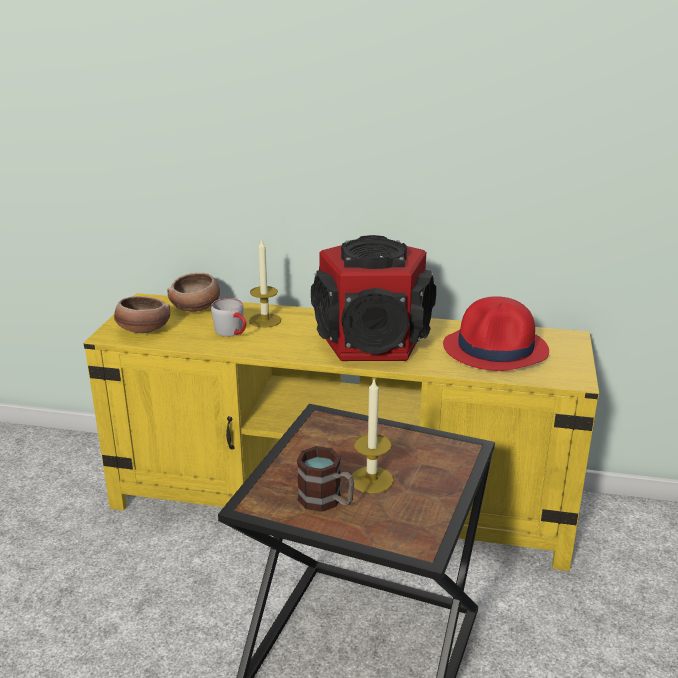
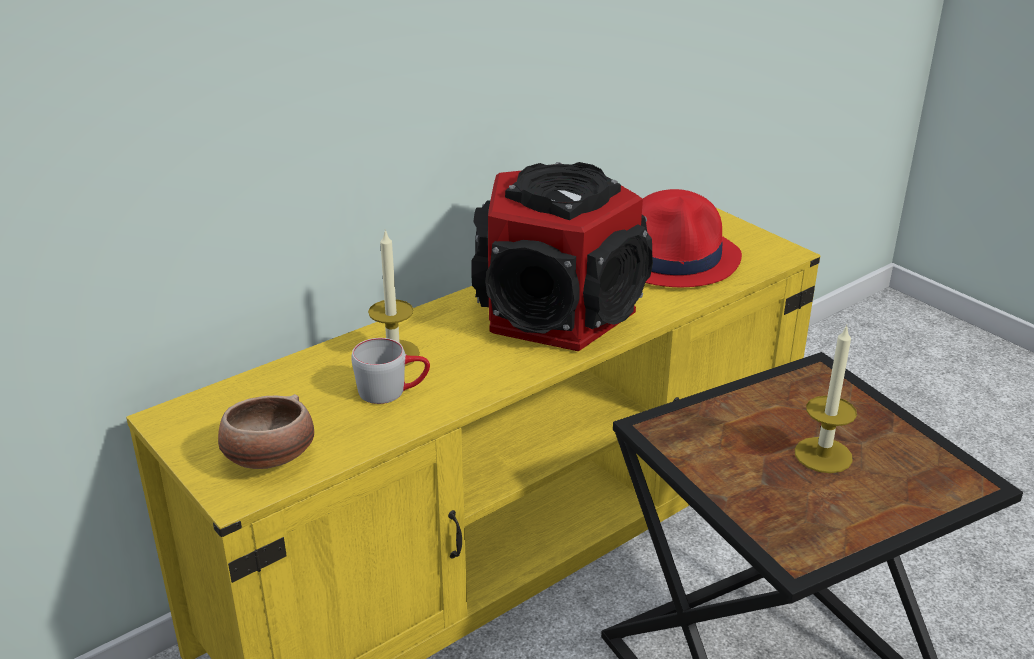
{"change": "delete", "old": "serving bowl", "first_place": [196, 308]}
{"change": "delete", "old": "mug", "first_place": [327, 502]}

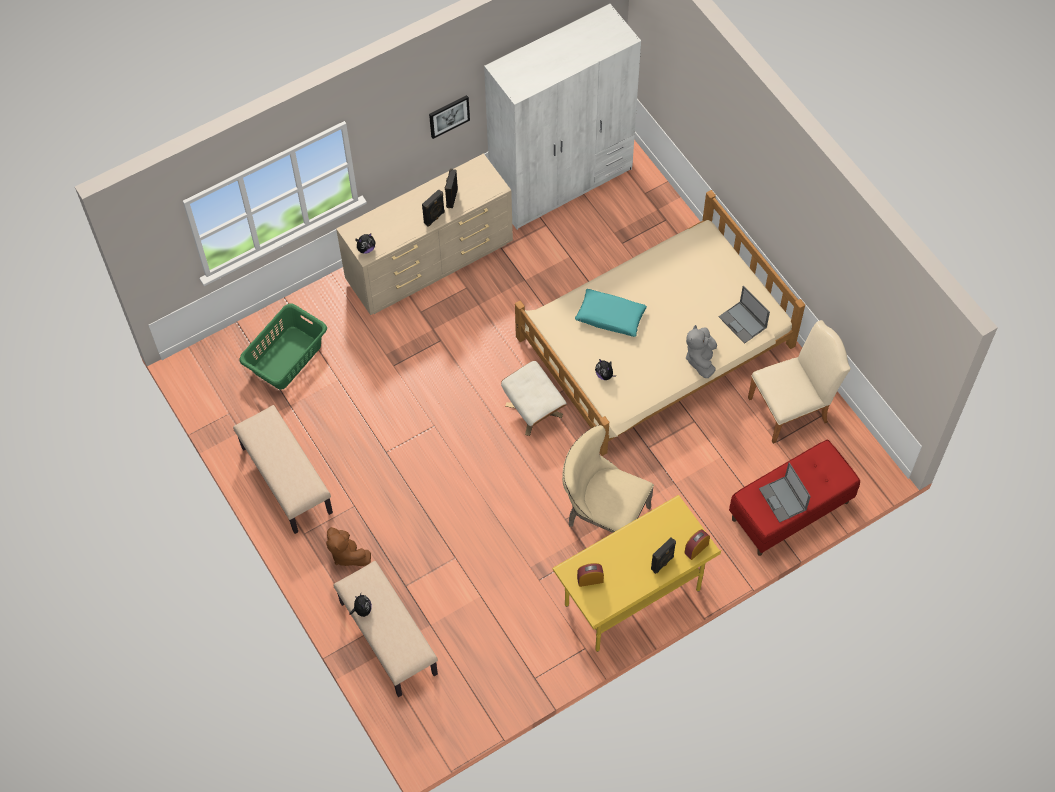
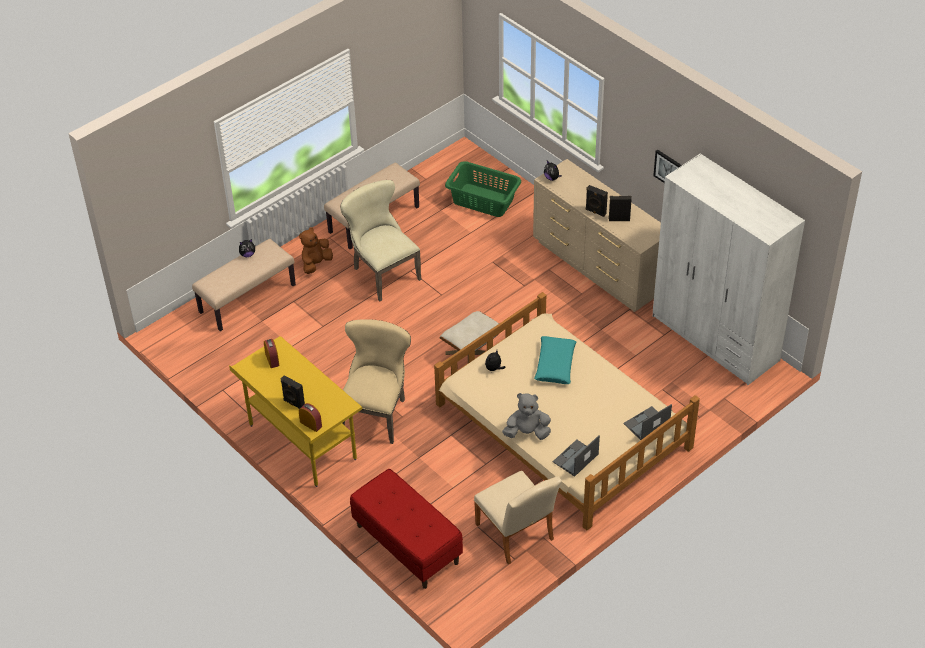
{"change": "insert", "new": "beige-coloured plain chair", "second_place": [382, 272]}
{"change": "move", "old": "laptop", "first_place": [783, 499], "second_place": [646, 424]}

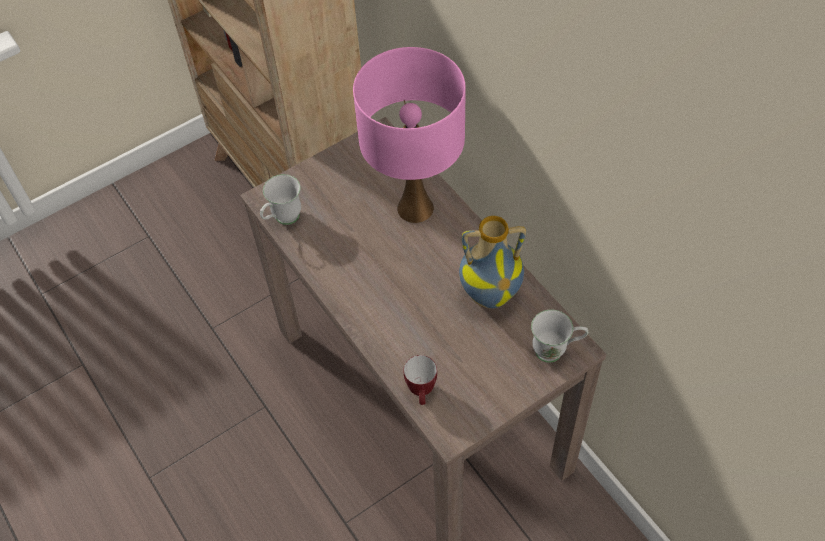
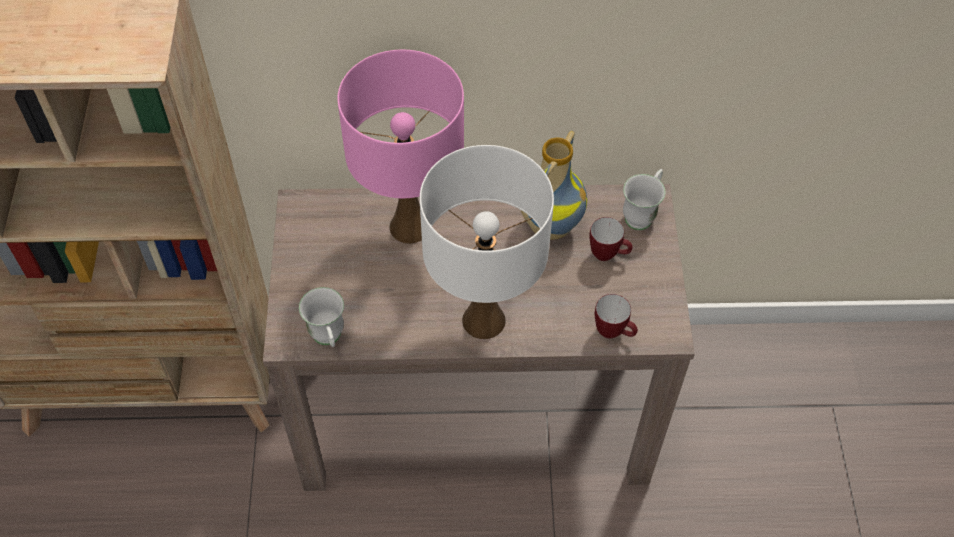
{"change": "insert", "new": "white-coloured tabletop lamp", "second_place": [483, 321]}
{"change": "insert", "new": "mug", "second_place": [608, 255]}

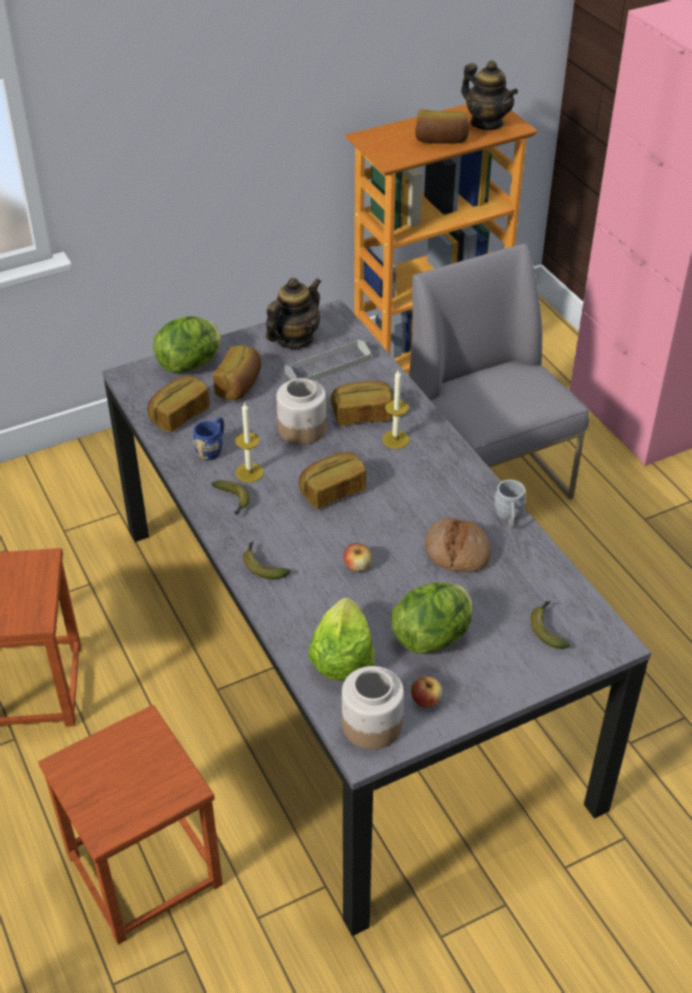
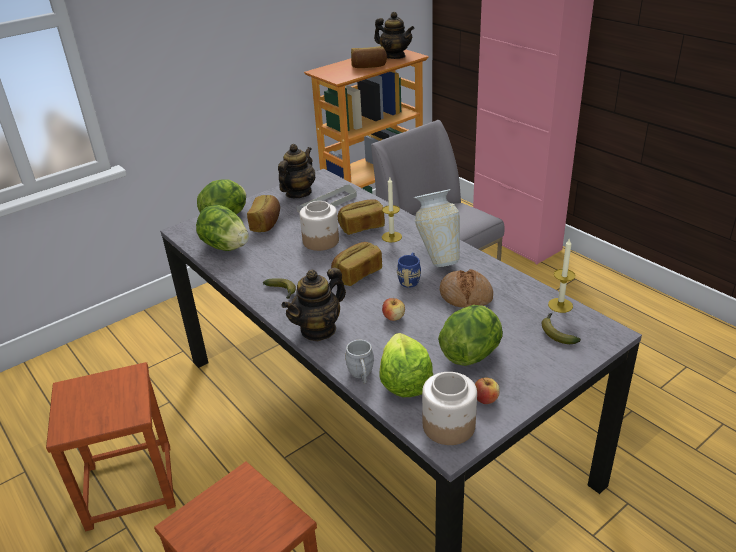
{"change": "insert", "new": "decorative vase", "second_place": [437, 258]}
{"change": "move", "old": "bluish mug", "first_place": [212, 449], "second_place": [410, 279]}
{"change": "move", "old": "wax light", "first_place": [249, 472], "second_place": [560, 305]}
{"change": "move", "old": "greyish mug", "first_place": [508, 518], "second_place": [361, 375]}
{"change": "replace", "old": "bread", "new": "lettuce", "first_place": [179, 415], "second_place": [225, 247]}
{"change": "replace", "old": "whole banana", "new": "teapot", "first_place": [262, 565], "second_place": [318, 329]}

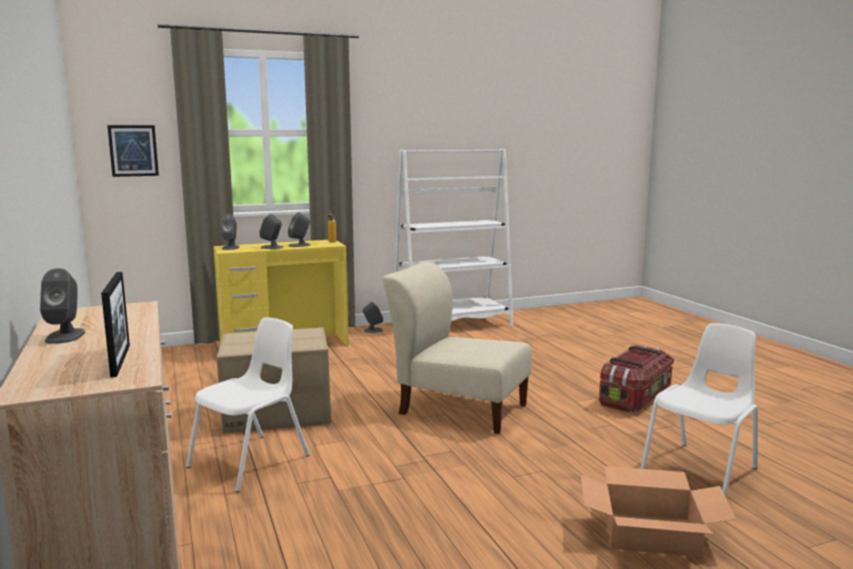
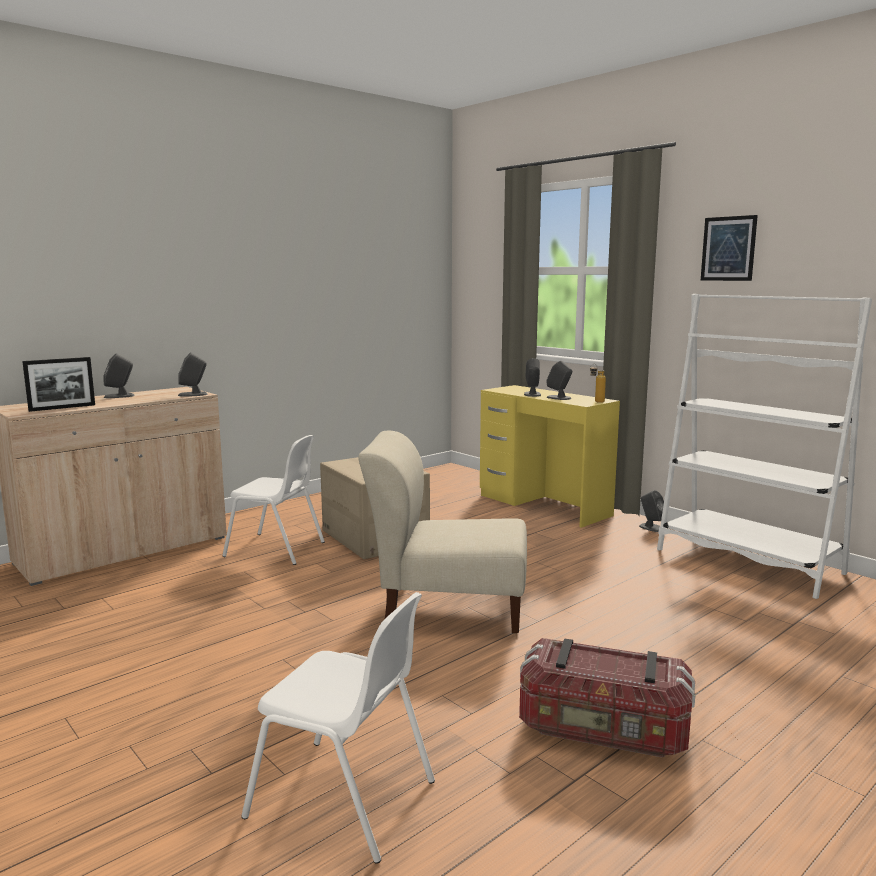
{"change": "delete", "old": "cardboard box", "first_place": [650, 533]}
{"change": "move", "old": "picture", "first_place": [133, 150], "second_place": [728, 248]}
{"change": "move", "old": "greyish speaker", "first_place": [230, 248], "second_place": [193, 394]}
{"change": "rotate", "old": "beige-coloured plain chair", "first_place": [458, 408], "second_place": [447, 607], "degrees": -90}

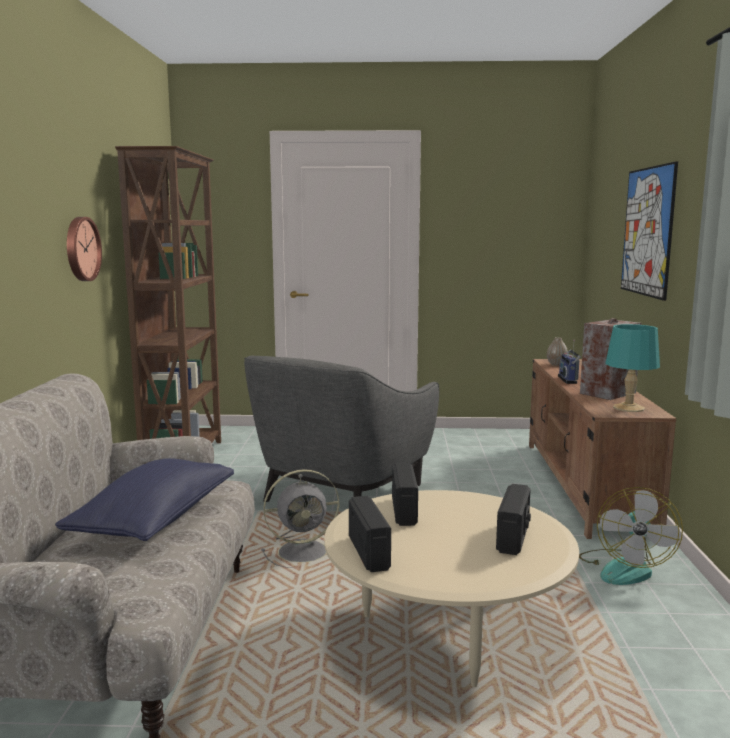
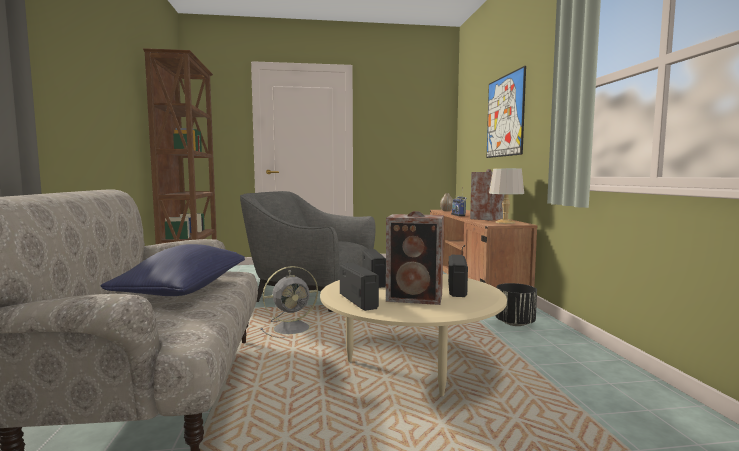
{"change": "delete", "old": "clock on the wall", "first_place": [81, 249]}
{"change": "insert", "new": "speaker", "second_place": [416, 298]}
{"change": "replace", "old": "cooling fan", "new": "black plant pot", "first_place": [624, 568], "second_place": [515, 323]}
{"change": "recolor", "old": "turquoise tabletop lamp", "new": "greyish tabletop lamp", "first_place": [628, 408], "second_place": [505, 222]}
{"change": "rotate", "old": "greyish easy chair", "first_place": [340, 492], "second_place": [310, 295], "degrees": 90}

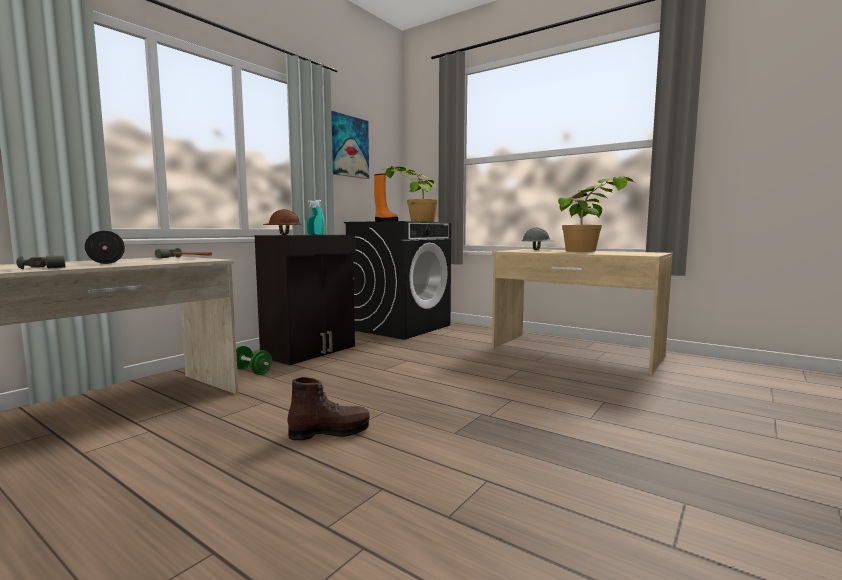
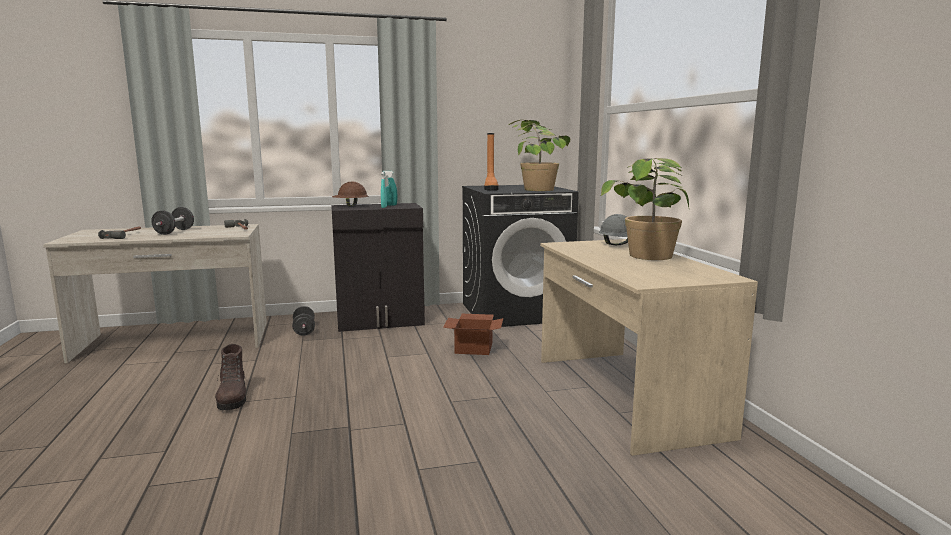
{"change": "delete", "old": "picture", "first_place": [348, 146]}
{"change": "insert", "new": "cardboard box", "second_place": [474, 348]}
{"change": "recolor", "old": "green free weight", "new": "black free weight", "first_place": [252, 371], "second_place": [304, 330]}
{"change": "rotate", "old": "brown high-top boot", "first_place": [330, 432], "second_place": [233, 398], "degrees": 45}

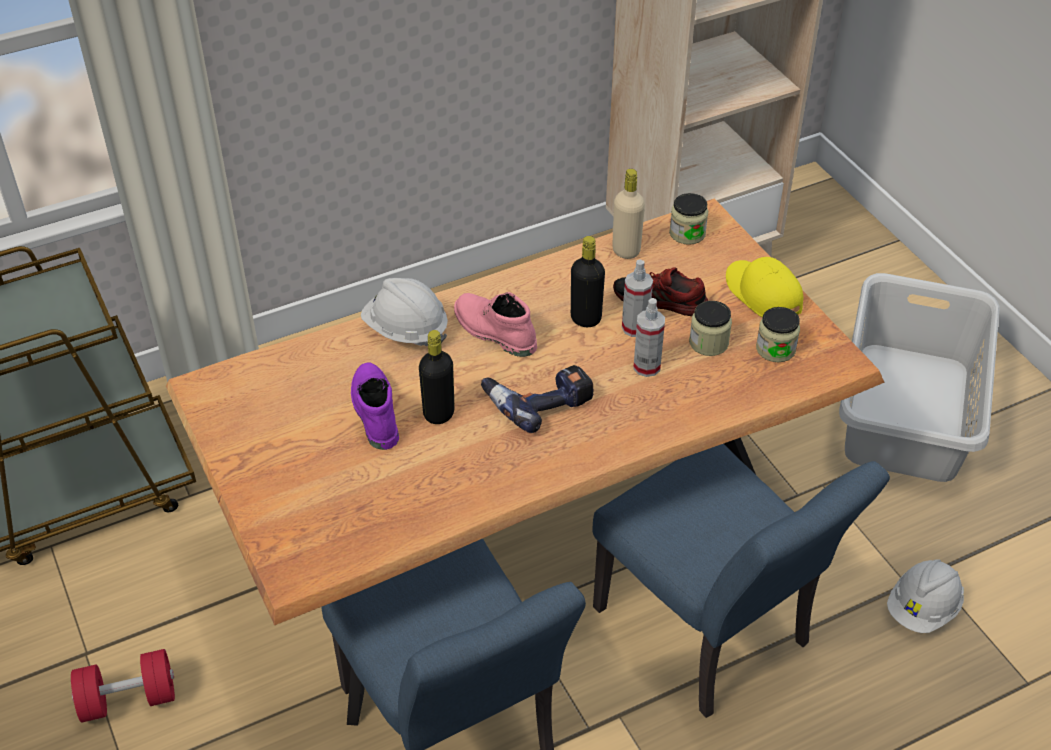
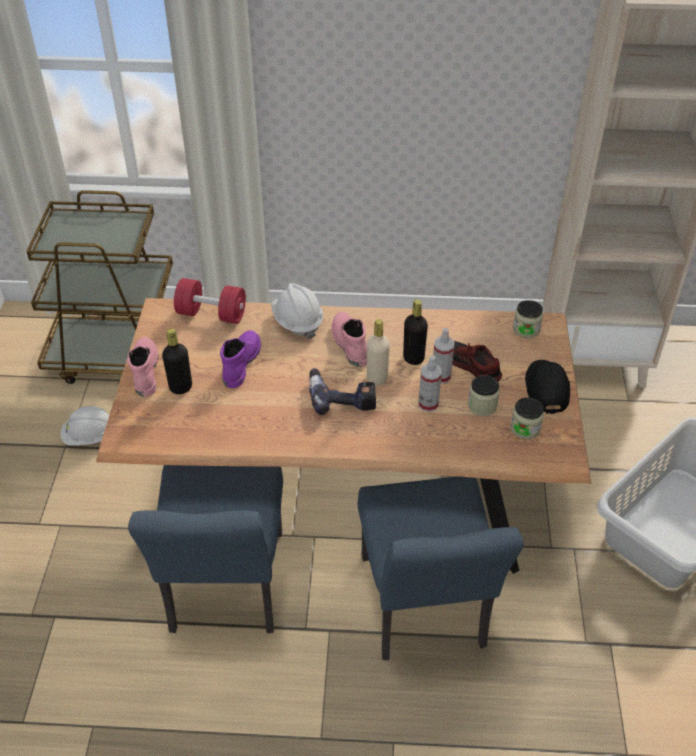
{"change": "insert", "new": "pink-coloured high-top boot", "second_place": [144, 371]}
{"change": "move", "old": "red free weight", "first_place": [128, 699], "second_place": [211, 314]}
{"change": "move", "old": "black bottle", "first_place": [439, 413], "second_place": [181, 387]}
{"change": "move", "old": "beige-coloured bottle", "first_place": [626, 250], "second_place": [377, 378]}
{"change": "move", "old": "white-coloured work helmet", "first_place": [923, 609], "second_place": [90, 437]}
{"change": "recolor", "old": "yellow-coloured peaked cap", "new": "black peaked cap", "first_place": [763, 294], "second_place": [546, 389]}

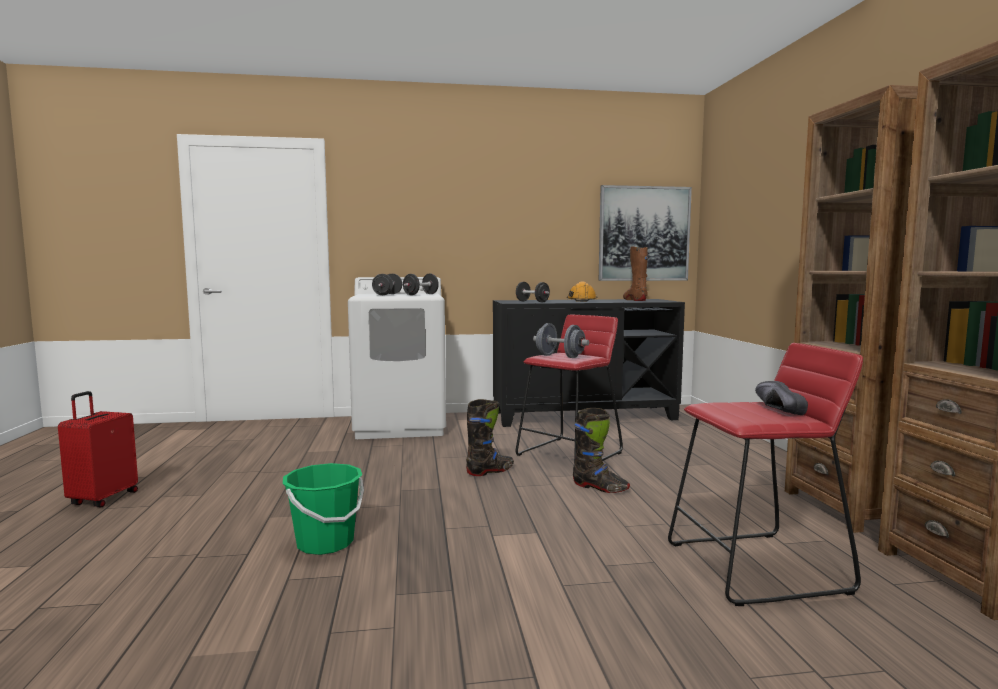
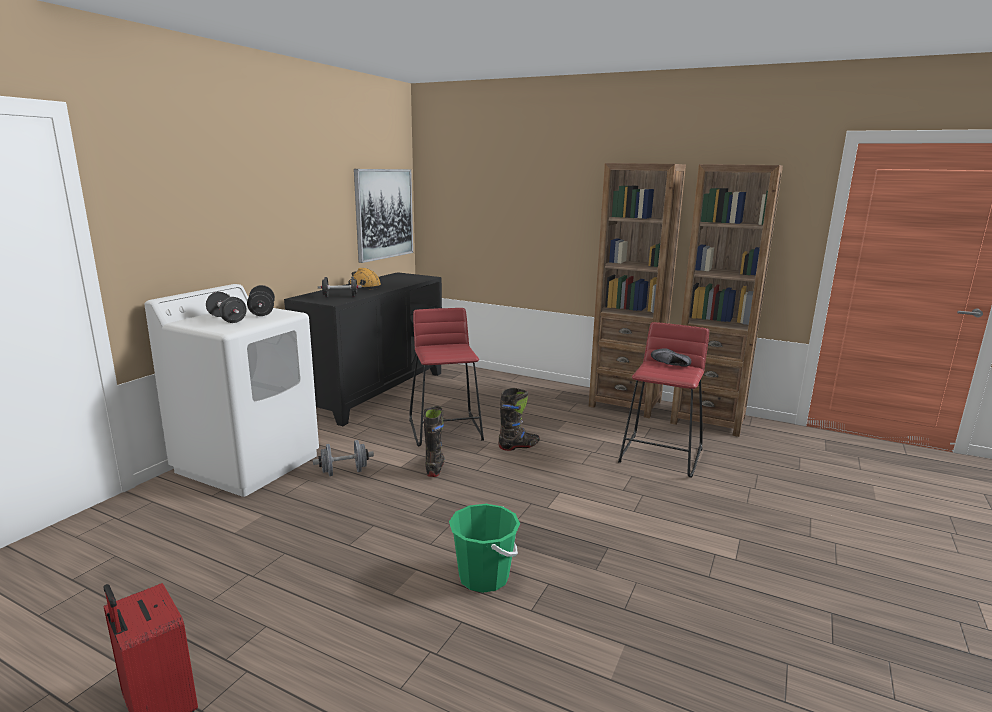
{"change": "delete", "old": "brown high-top boot", "first_place": [635, 300]}
{"change": "move", "old": "greyish free weight", "first_place": [560, 356], "second_place": [344, 472]}

